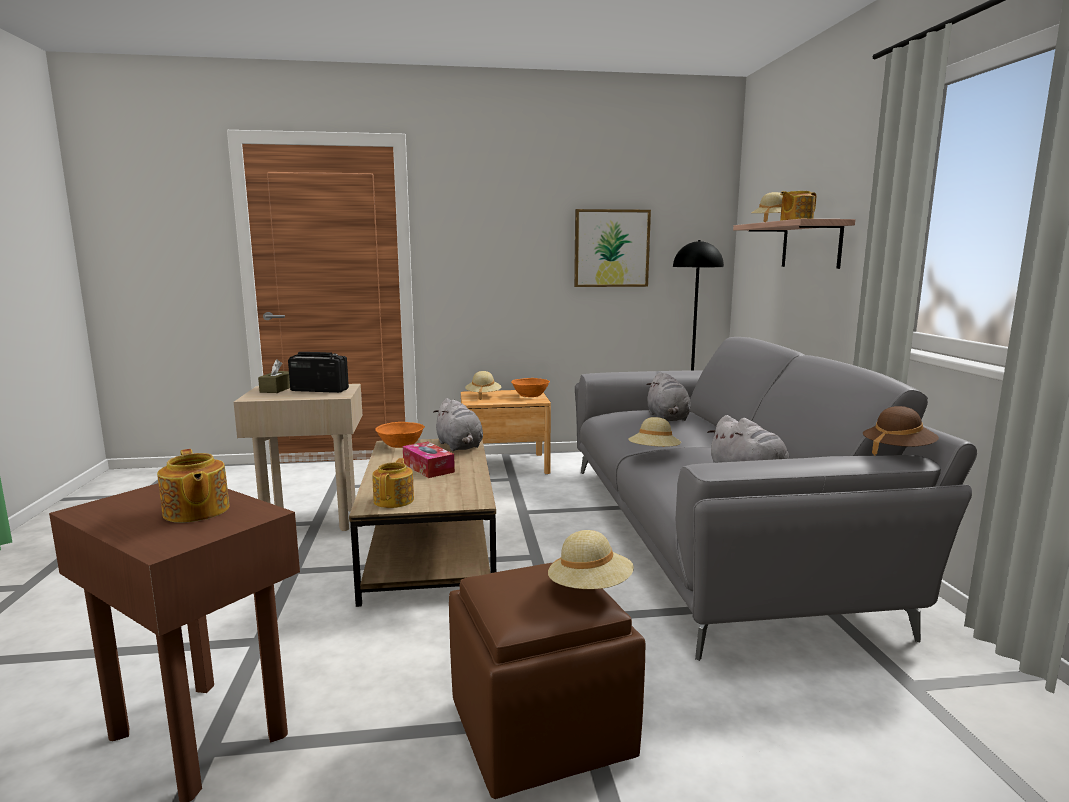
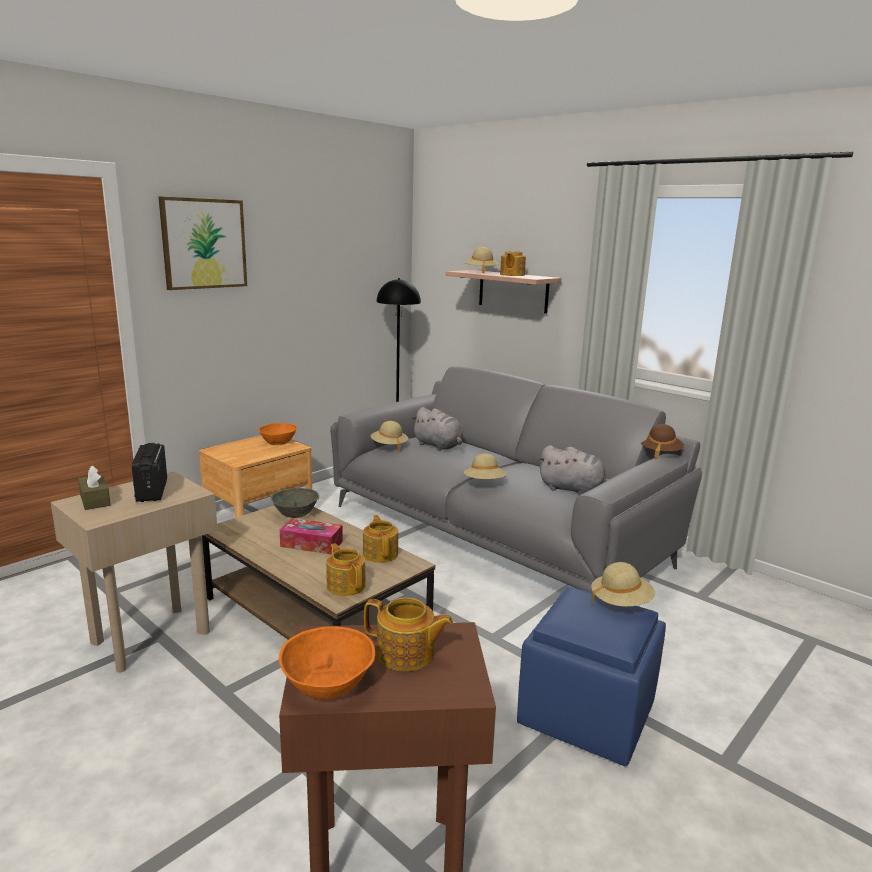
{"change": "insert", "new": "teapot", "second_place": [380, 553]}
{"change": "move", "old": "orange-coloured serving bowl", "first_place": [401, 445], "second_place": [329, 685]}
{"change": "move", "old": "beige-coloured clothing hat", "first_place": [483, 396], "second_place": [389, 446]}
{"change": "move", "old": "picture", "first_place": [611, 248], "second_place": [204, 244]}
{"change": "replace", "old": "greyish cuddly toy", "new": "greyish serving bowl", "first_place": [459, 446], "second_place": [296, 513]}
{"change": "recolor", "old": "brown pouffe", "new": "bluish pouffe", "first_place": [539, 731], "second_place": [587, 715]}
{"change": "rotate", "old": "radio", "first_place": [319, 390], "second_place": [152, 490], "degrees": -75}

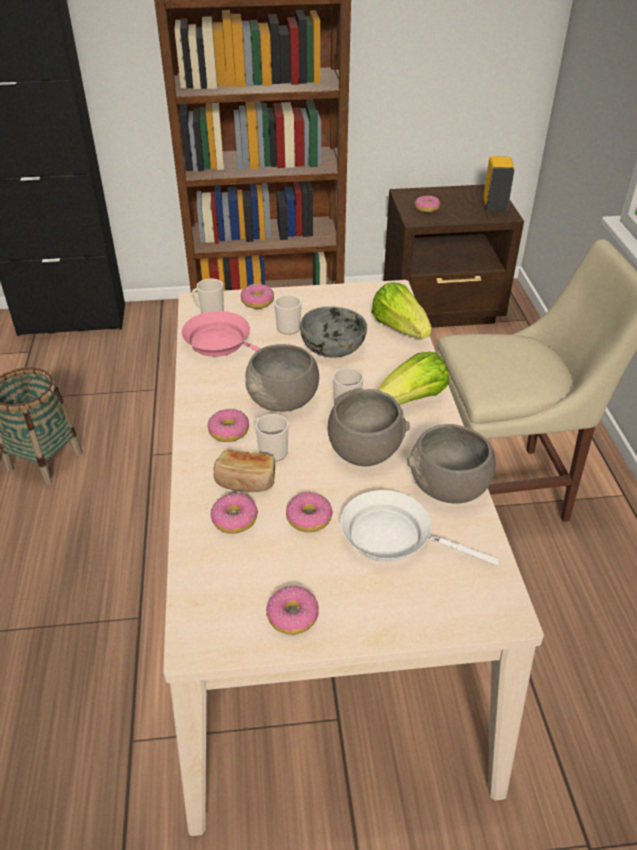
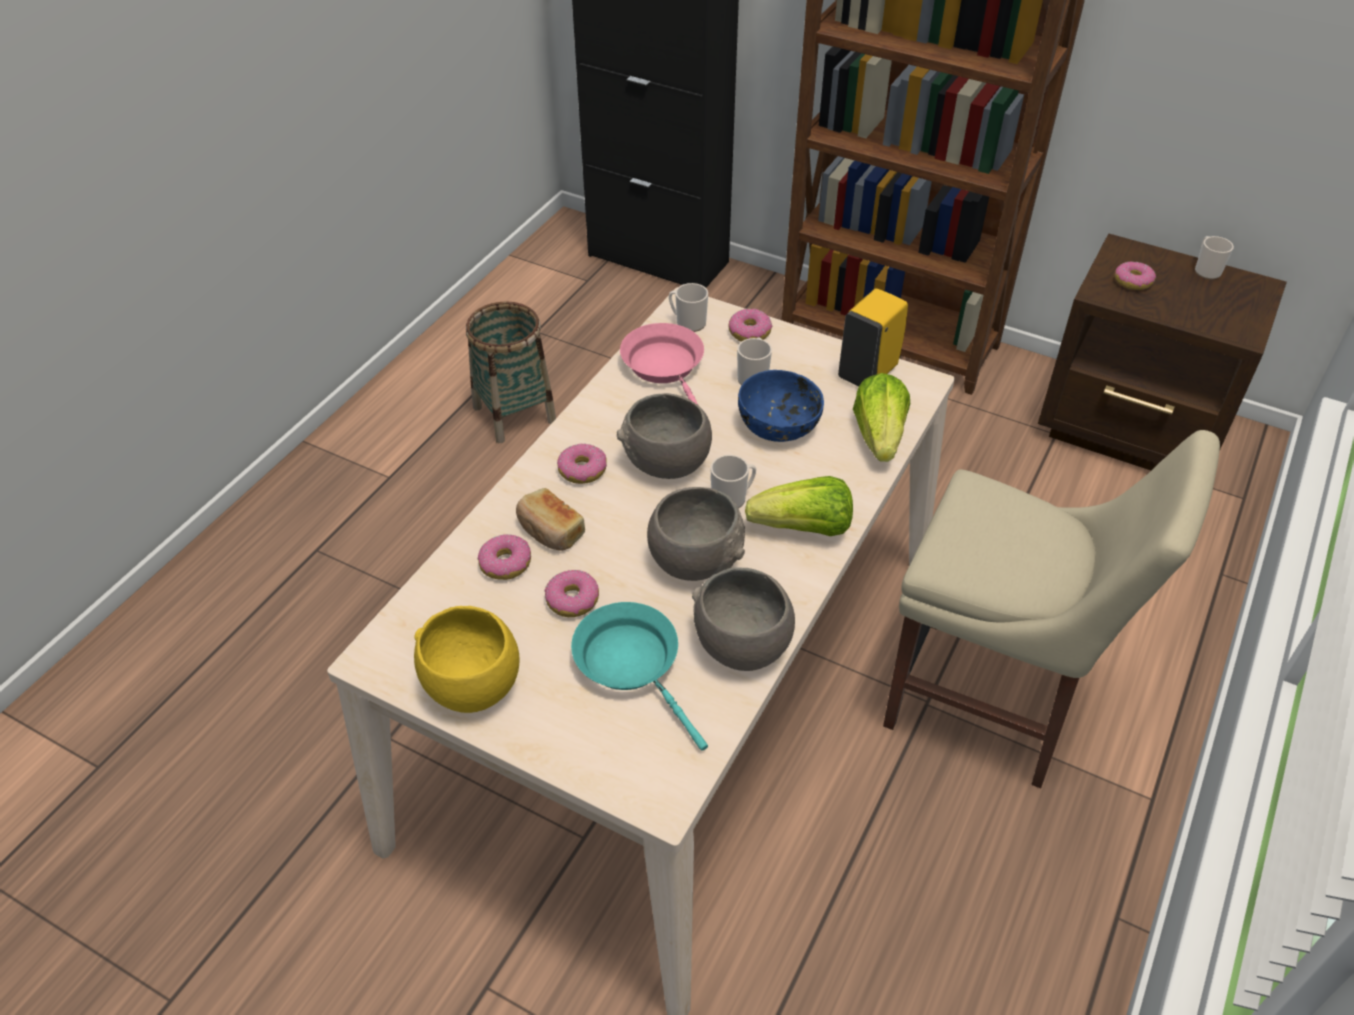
{"change": "move", "old": "mug", "first_place": [270, 450], "second_place": [1206, 270]}
{"change": "move", "old": "yellow-coloured soap bottle", "first_place": [494, 206], "second_place": [869, 372]}
{"change": "replace", "old": "donut", "new": "yellow-coloured serving bowl", "first_place": [293, 616], "second_place": [470, 684]}
{"change": "recolor", "old": "greyish serving bowl", "new": "bluish serving bowl", "first_place": [333, 347], "second_place": [779, 425]}
{"change": "recolor", "old": "white-coloured skillet", "new": "turquoise skillet", "first_place": [393, 537], "second_place": [632, 664]}

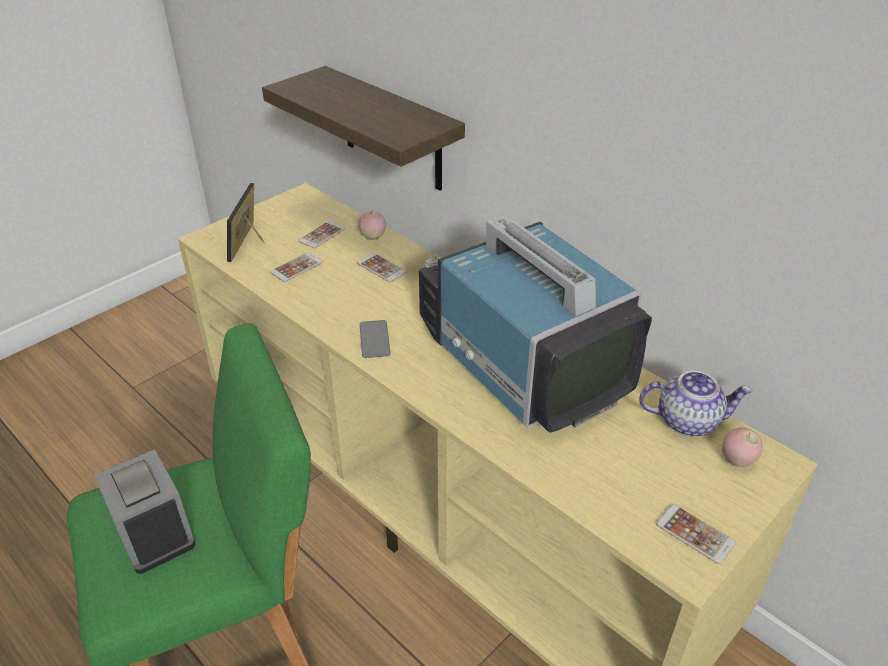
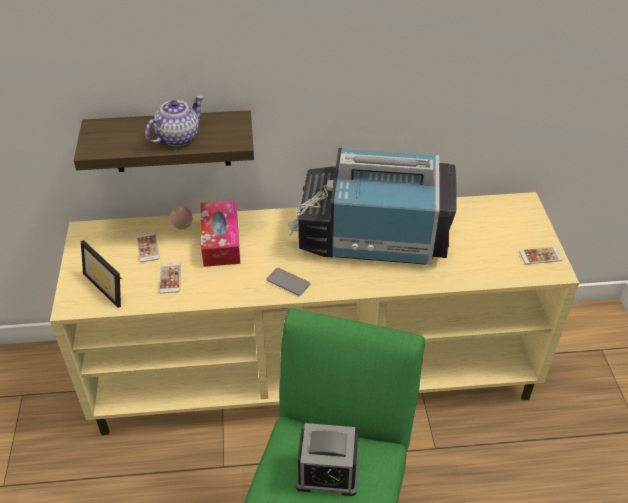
{"change": "delete", "old": "whole apple", "first_place": [737, 461]}
{"change": "move", "old": "teapot", "first_place": [688, 420], "second_place": [178, 137]}
{"change": "replace", "old": "phone", "new": "tissue box", "first_place": [381, 268], "second_place": [221, 241]}

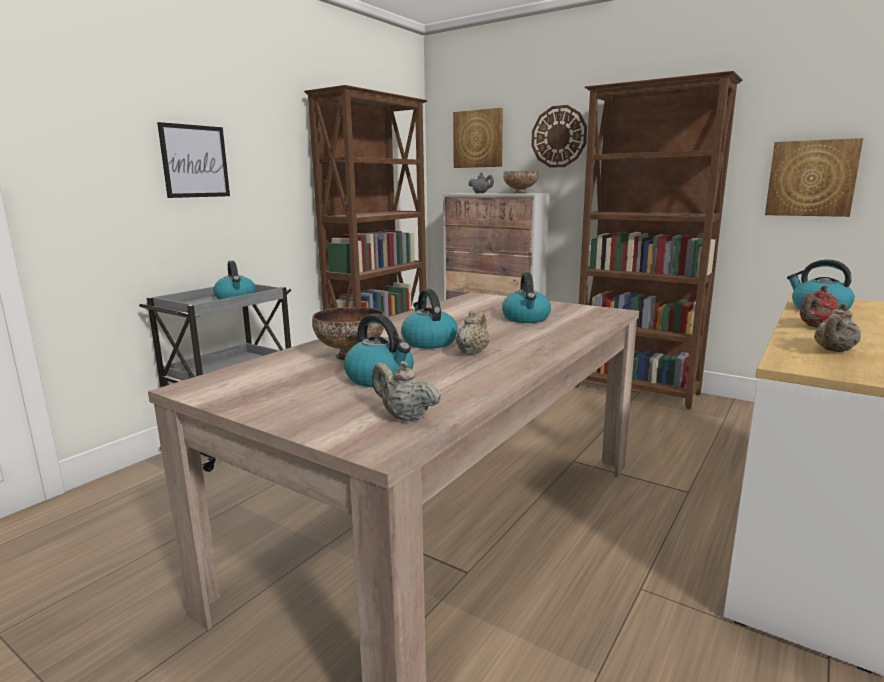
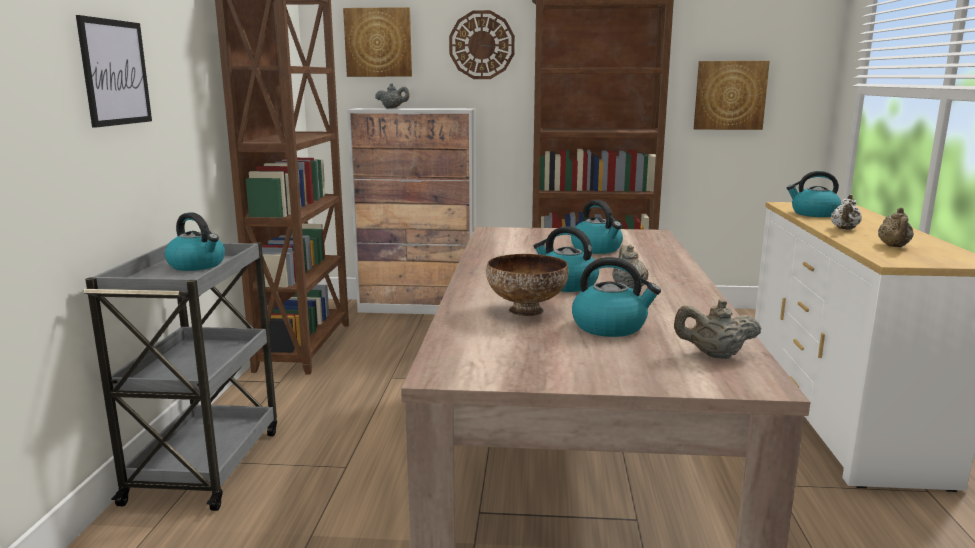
{"change": "delete", "old": "serving bowl", "first_place": [519, 193]}
{"change": "recolor", "old": "red teapot", "new": "white-coloured teapot", "first_place": [816, 327], "second_place": [844, 229]}

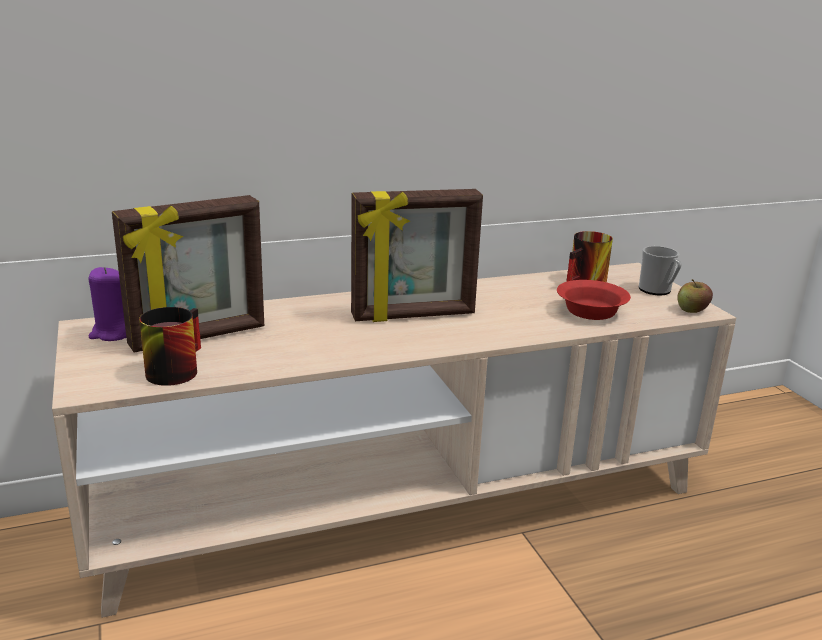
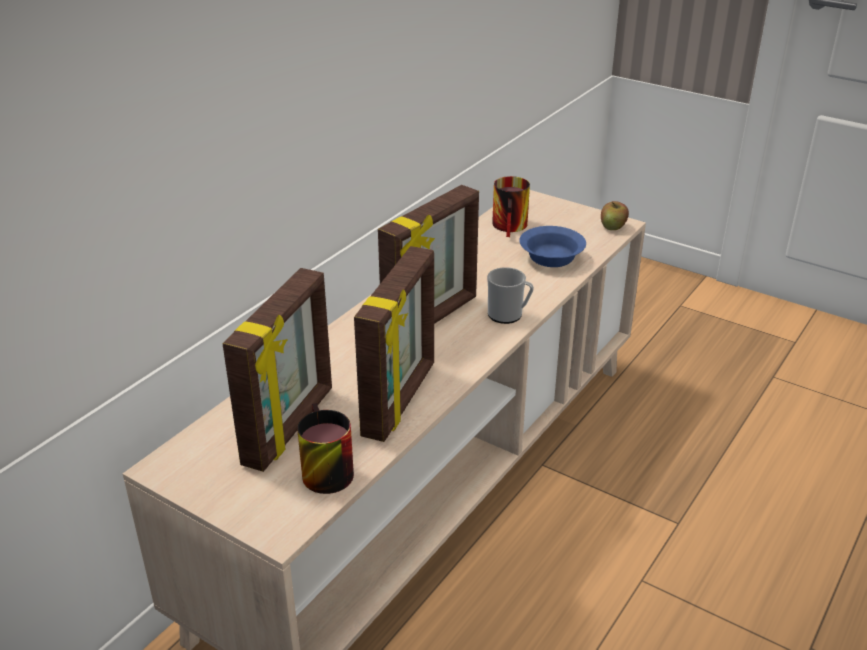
{"change": "delete", "old": "purplish wax light", "first_place": [112, 333]}
{"change": "insert", "new": "standing frame", "second_place": [401, 400]}
{"change": "move", "old": "mug", "first_place": [657, 291], "second_place": [508, 315]}
{"change": "recolor", "old": "red serving bowl", "new": "bluish serving bowl", "first_place": [589, 311], "second_place": [550, 257]}

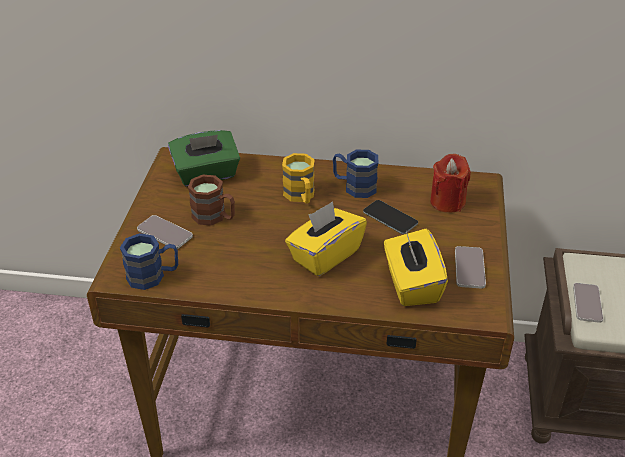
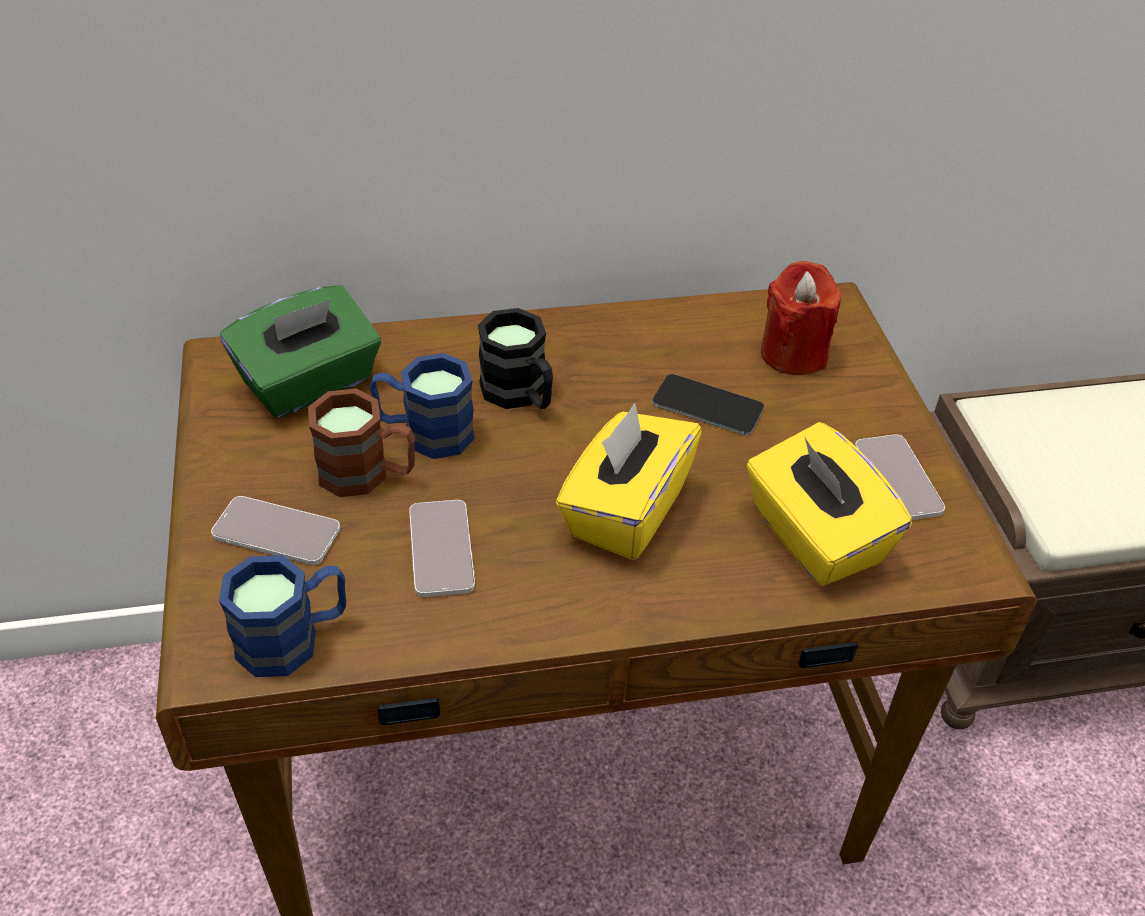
{"change": "move", "old": "bluish mug", "first_place": [354, 186], "second_place": [424, 433]}
{"change": "move", "old": "phone", "first_place": [587, 303], "second_place": [441, 549]}
{"change": "recolor", "old": "yellow-coloured mug", "new": "black mug", "first_place": [301, 196], "second_place": [520, 395]}

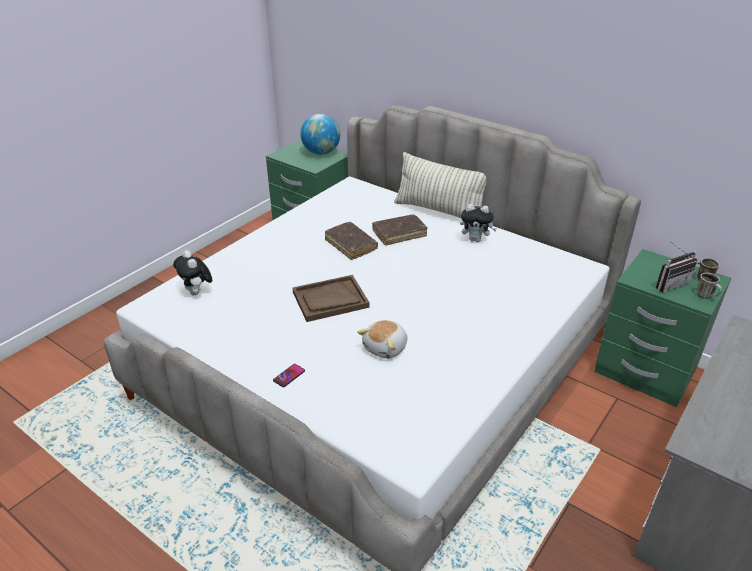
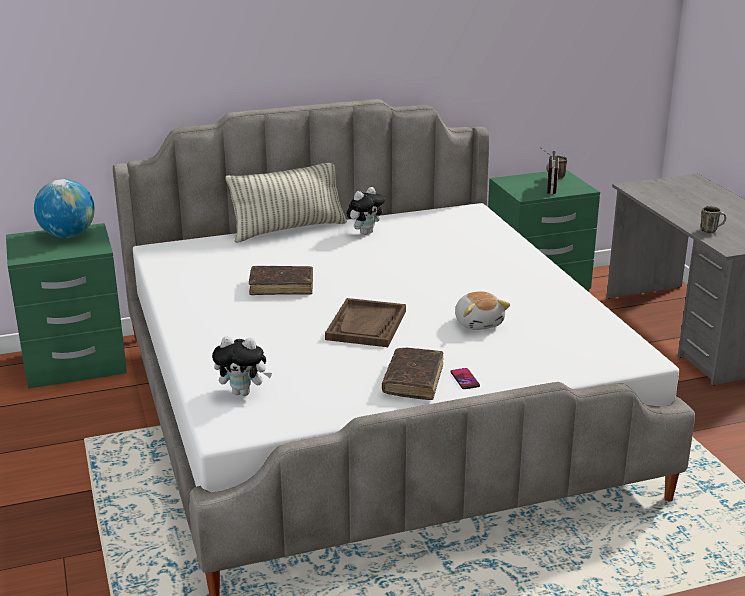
{"change": "move", "old": "brown volume", "first_place": [399, 234], "second_place": [413, 380]}
{"change": "move", "old": "mug", "first_place": [706, 296], "second_place": [711, 230]}

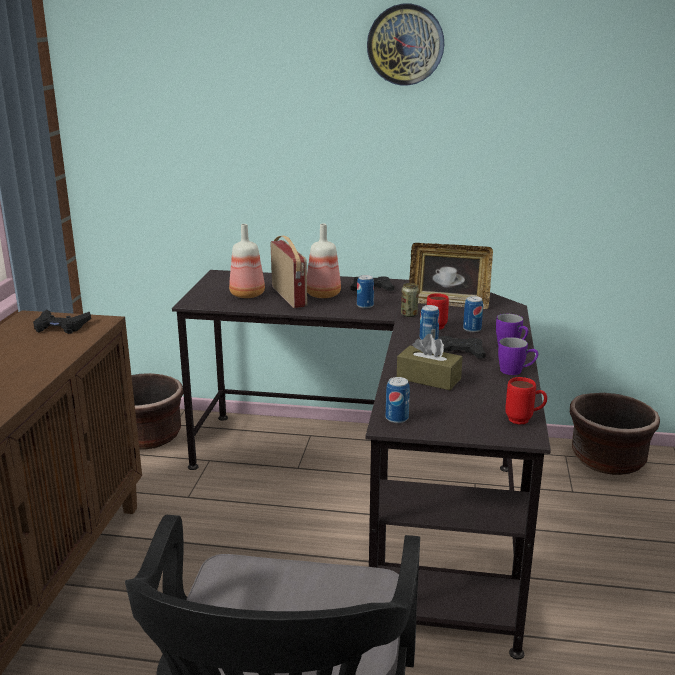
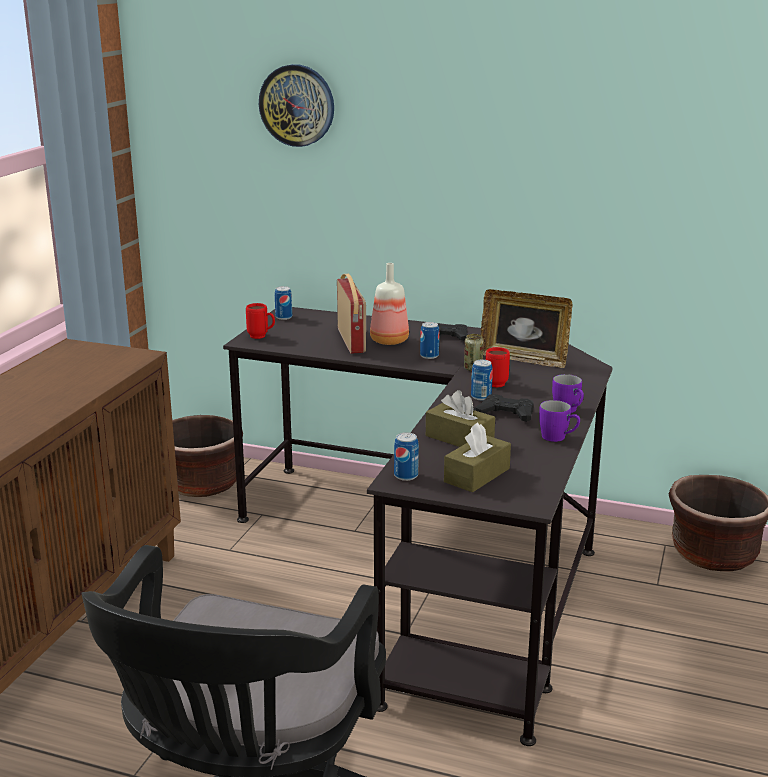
{"change": "delete", "old": "black joypad", "first_place": [61, 326]}
{"change": "delete", "old": "bottle", "first_place": [246, 294]}
{"change": "insert", "new": "brown tissue box", "second_place": [477, 475]}
{"change": "move", "old": "clock on the wall", "first_place": [405, 44], "second_place": [297, 105]}
{"change": "move", "old": "sealed can", "first_place": [472, 329], "second_place": [284, 317]}
{"change": "move", "old": "red mug", "first_place": [524, 420], "second_place": [261, 337]}

